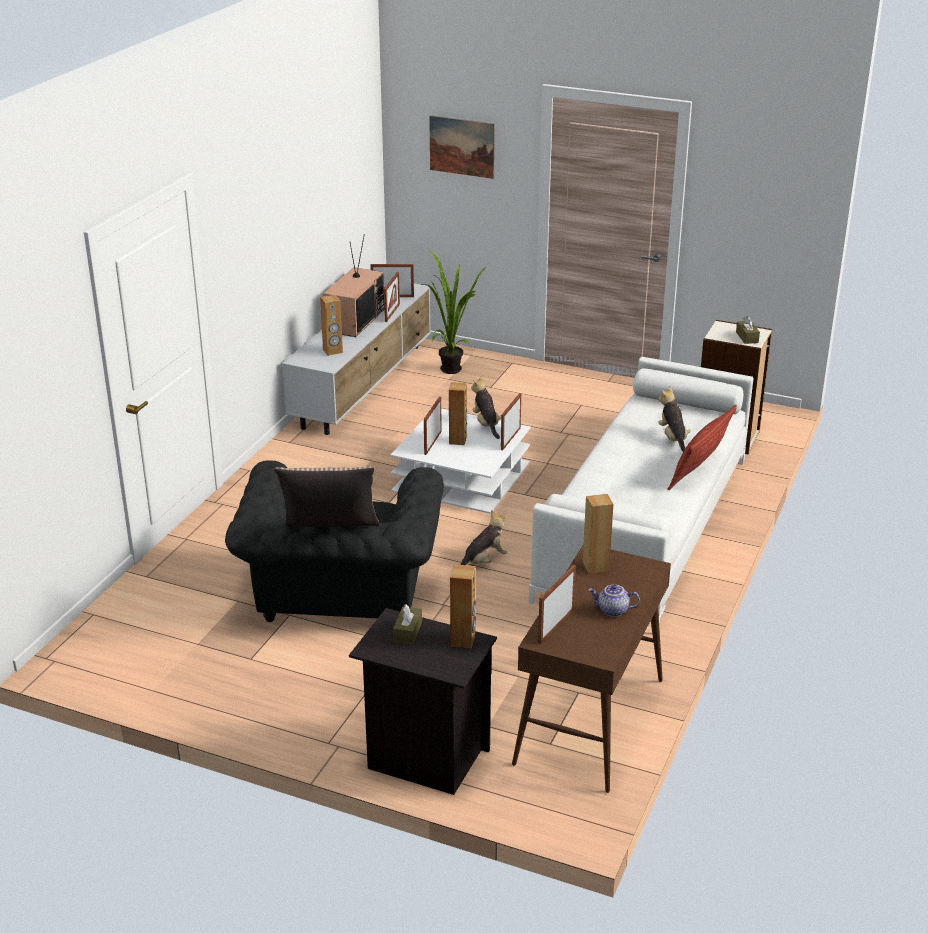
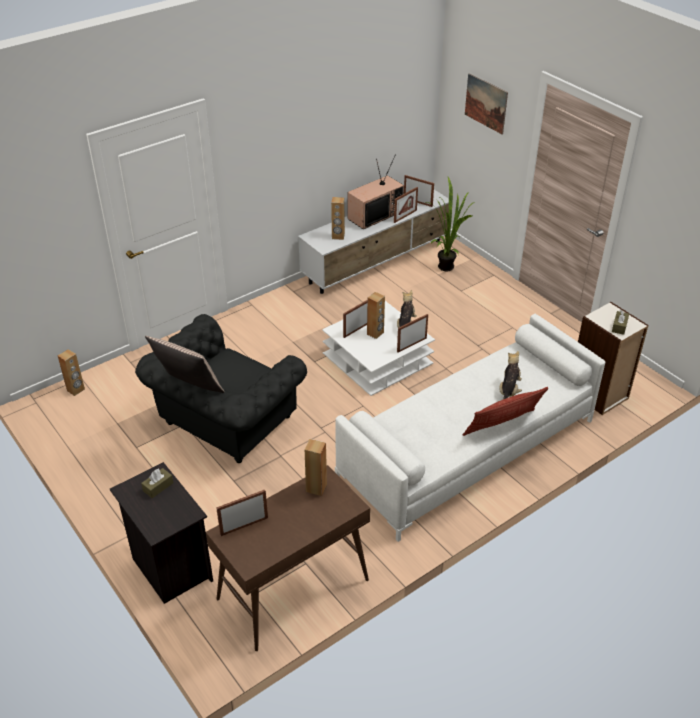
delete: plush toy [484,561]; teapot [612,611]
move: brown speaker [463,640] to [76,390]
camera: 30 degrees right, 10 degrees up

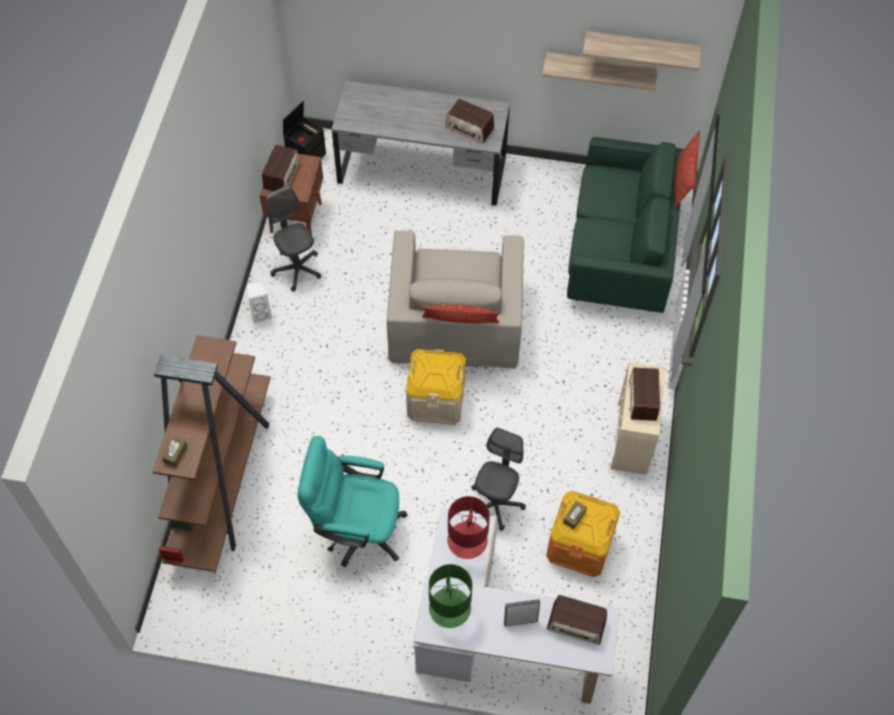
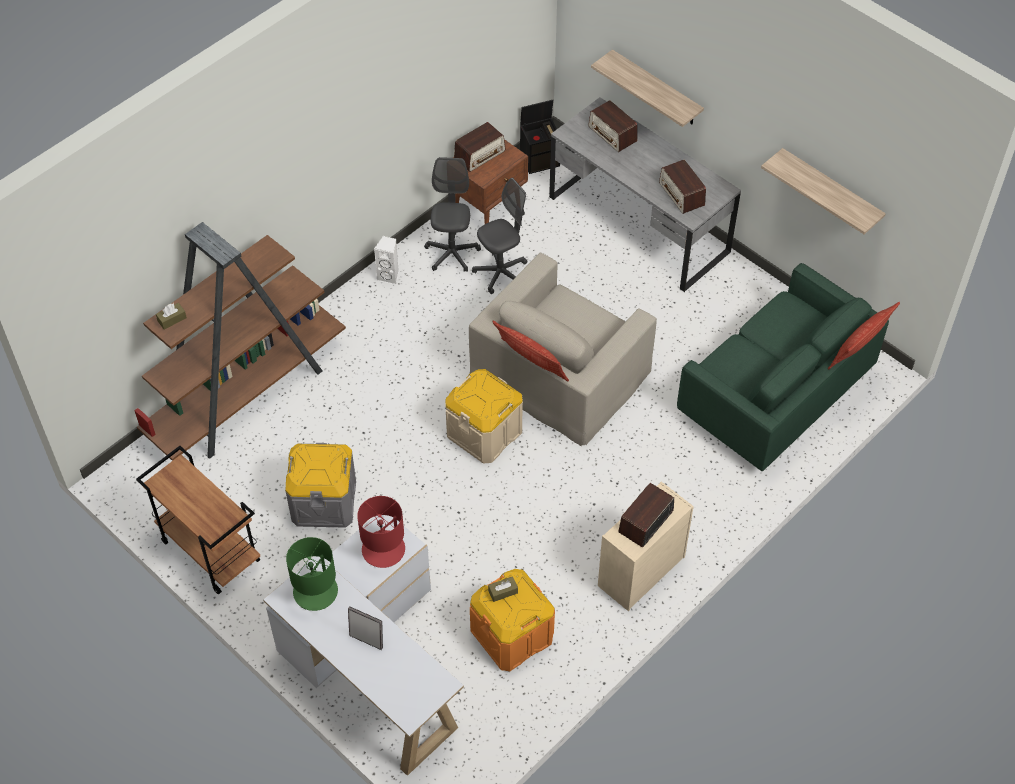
insert: brown cart [209,551]
move: grey office chair [495,504] to [501,274]; radio [576,624] to [612,134]; shelf [641,48] to [656,89]
replace: turquoise office chair [356,529] to grey storage box [324,501]
camera: 35 degrees right, 5 degrees down

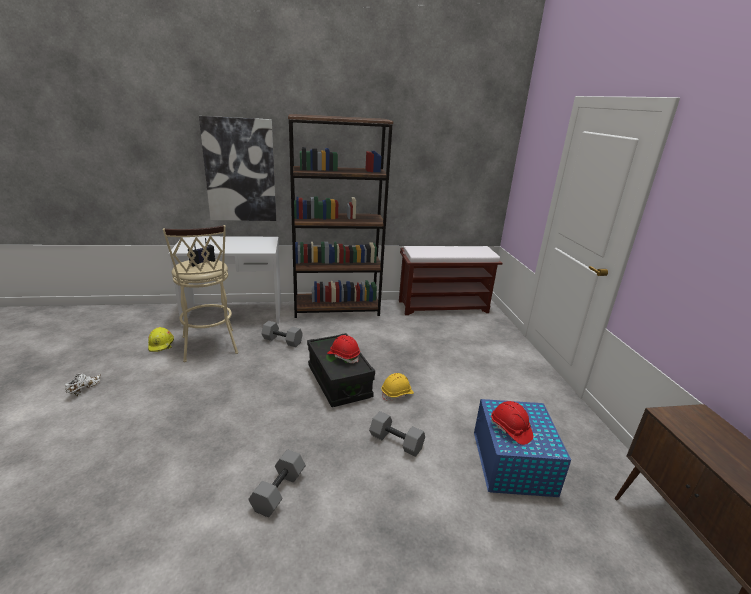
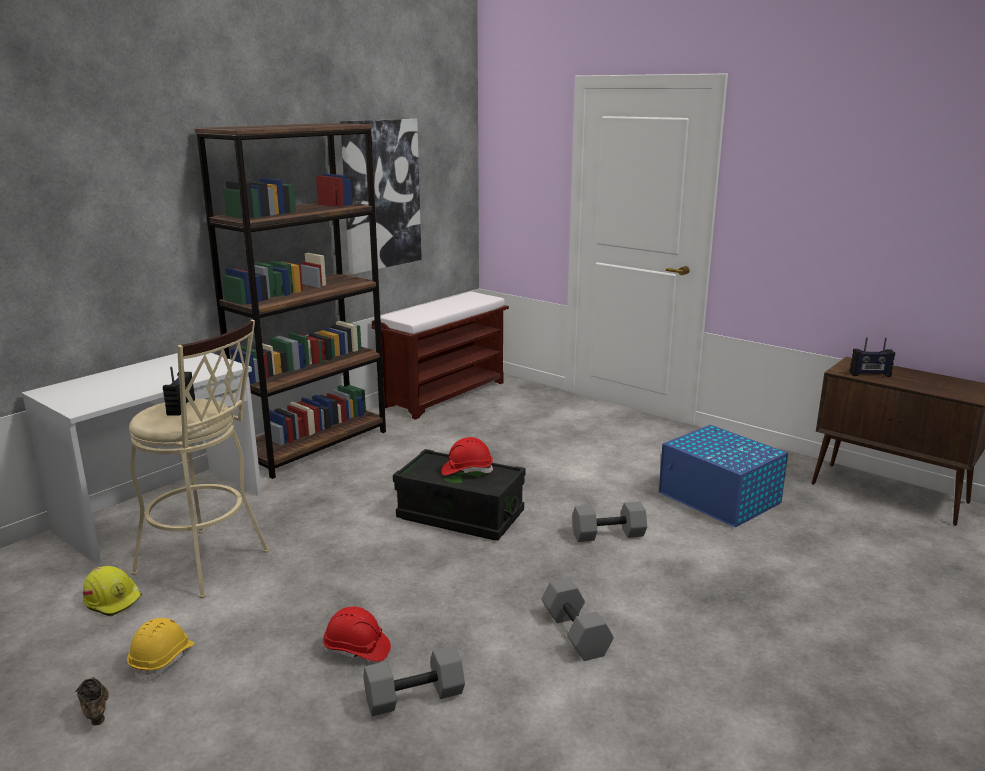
insert: radio [870,375]
move: picture [240,170] to [381,195]; grey dumbbell [283,340] to [415,696]; yellow hard hat [397,394] to [163,660]; red hard hat [510,430] to [357,649]
recolor: white shoe [84,390] to brown shoe [96,711]
camera: 40 degrees left, 5 degrees down

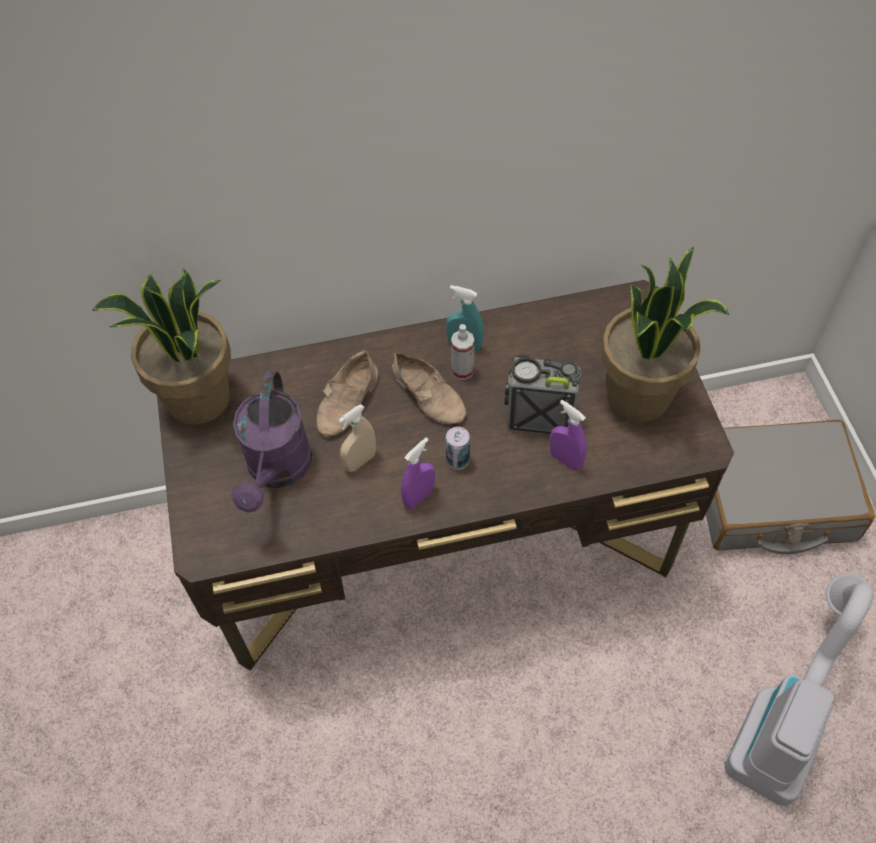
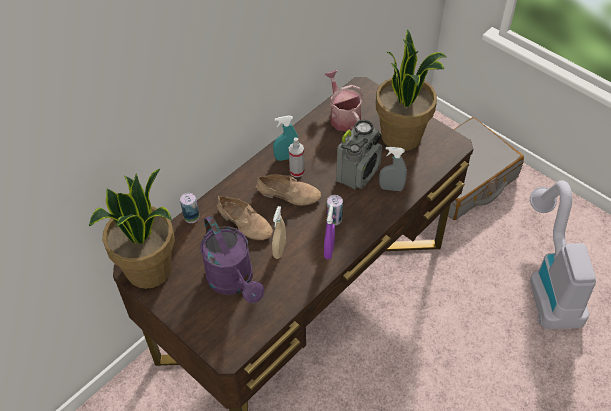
insert: can [191,217]; watering can [343,116]
recolor: purple spray bottle [565,460] to grey spray bottle [391,188]
rotate: beige shoe [349,402] = [245,222] 45 degrees counterclockwise; radio [539,416] = [358,173] 150 degrees clockwise
camera: 35 degrees left, 5 degrees down

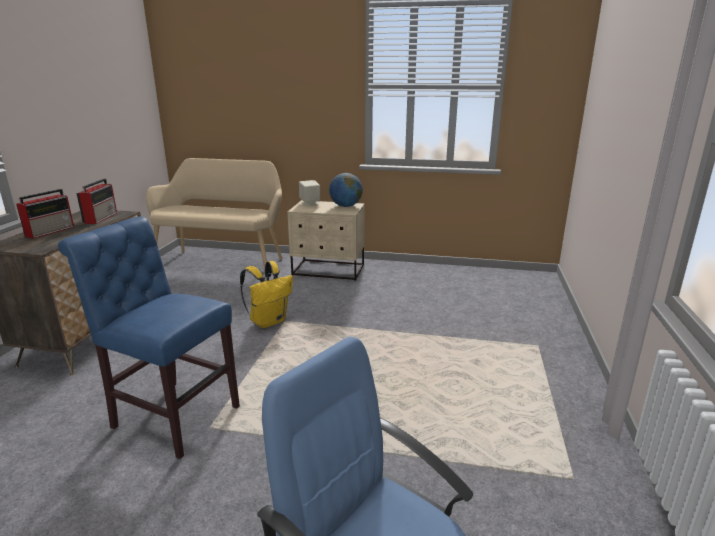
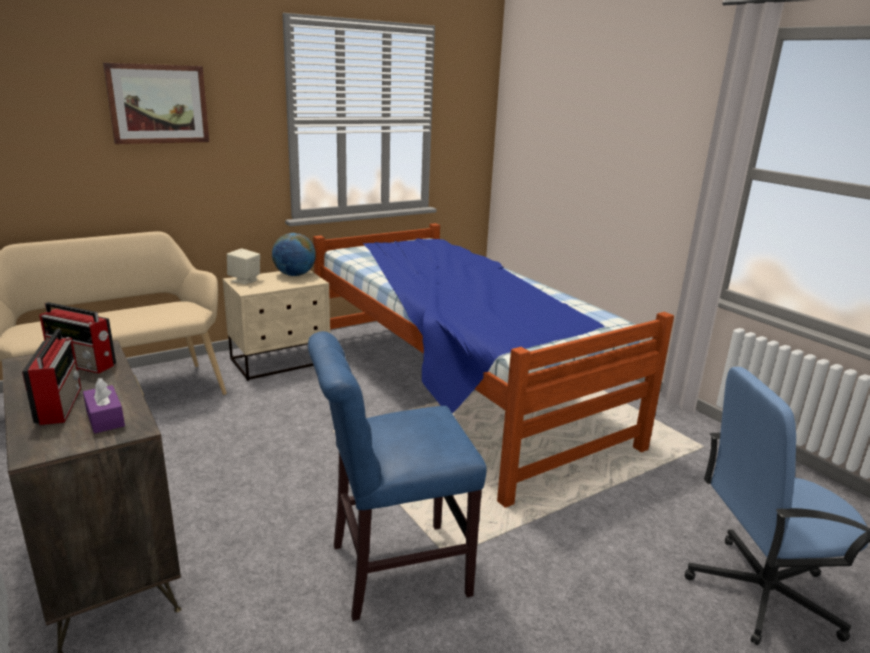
delete: yellow backpack [268,321]
insert: purple tissue box [105,418]; picture [158,104]; bed [457,389]
rotate: radio [101,218] = [83,363] 150 degrees clockwise
camera: 45 degrees left, 0 degrees up

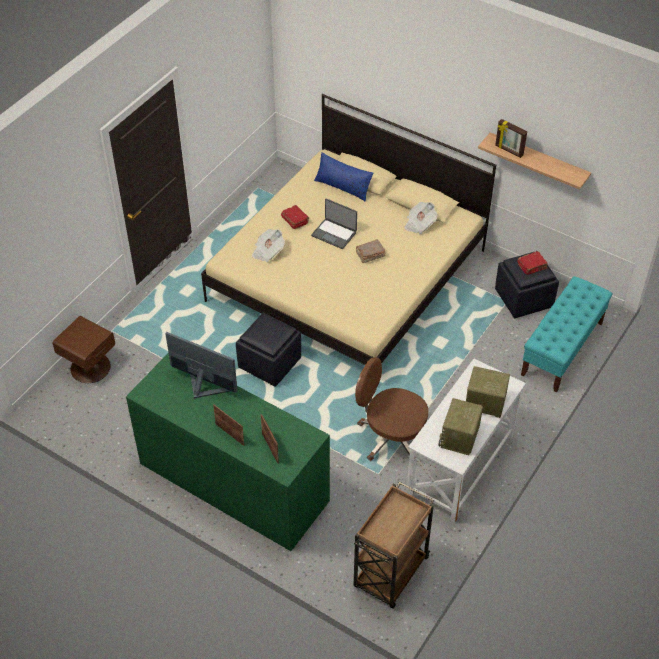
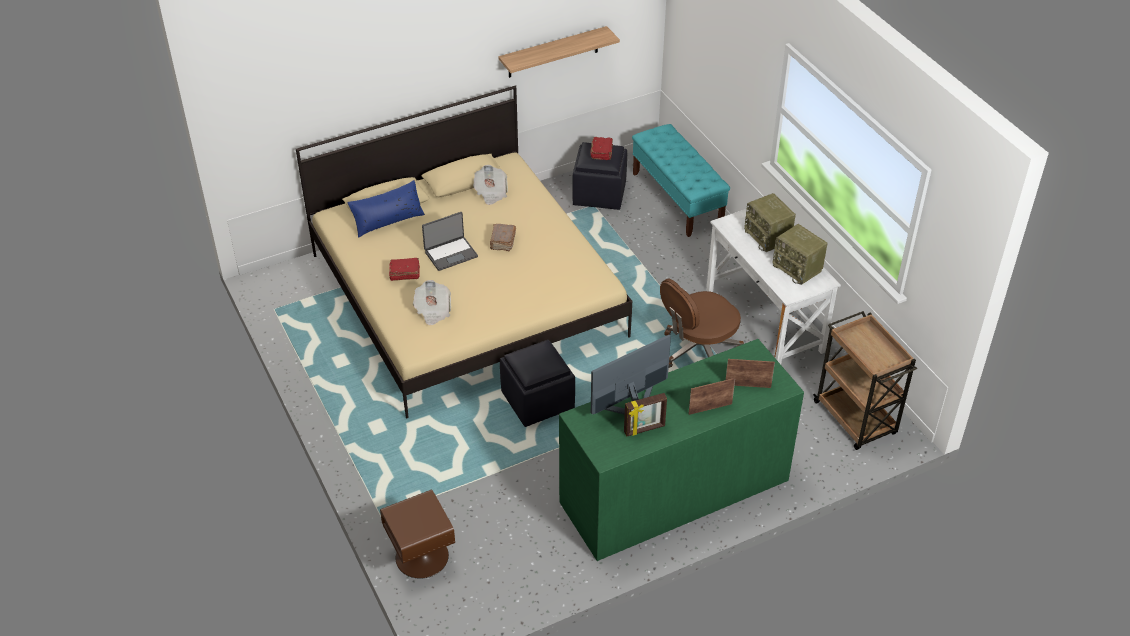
move: picture frame [508,151] to [644,429]
rotate: radio [484,403] = [768,237] 75 degrees counterclockwise
camera: 60 degrees left, 5 degrees down

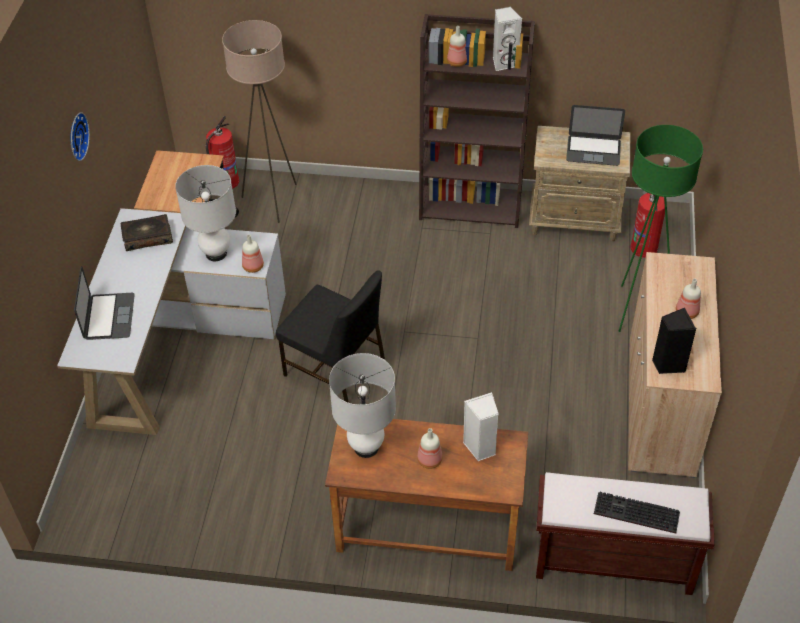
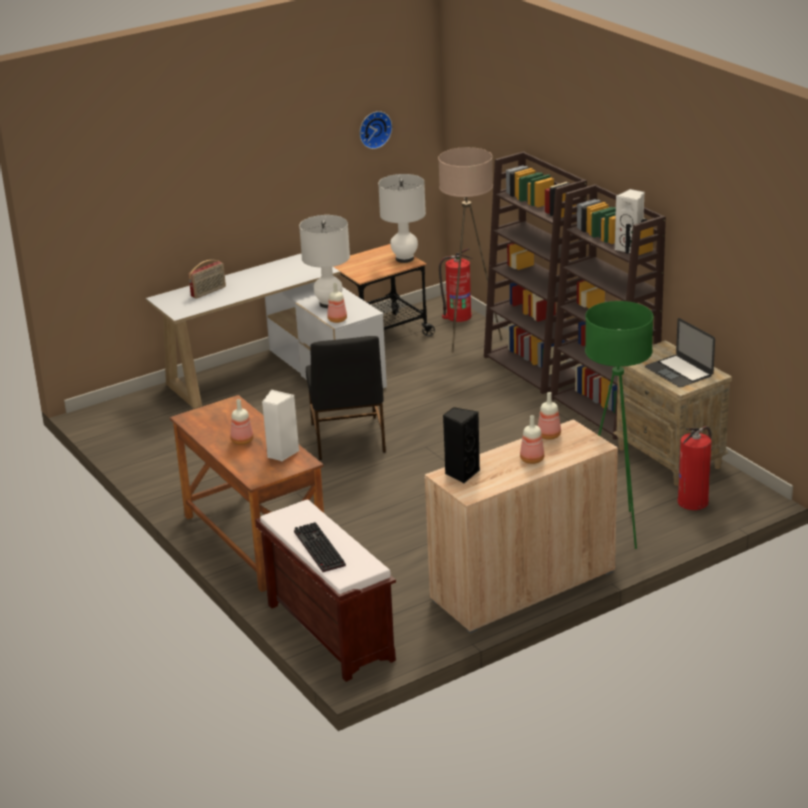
delete: book [147,237]
insert: brown bookcase [535,368]
move: wall clock [76,136] to [374,129]; white table lamp [366,447] to [404,259]; bottle [457,62] to [549,436]
replace: laptop [109,316] to radio [208,292]
camera: 50 degrees right, 20 degrees down

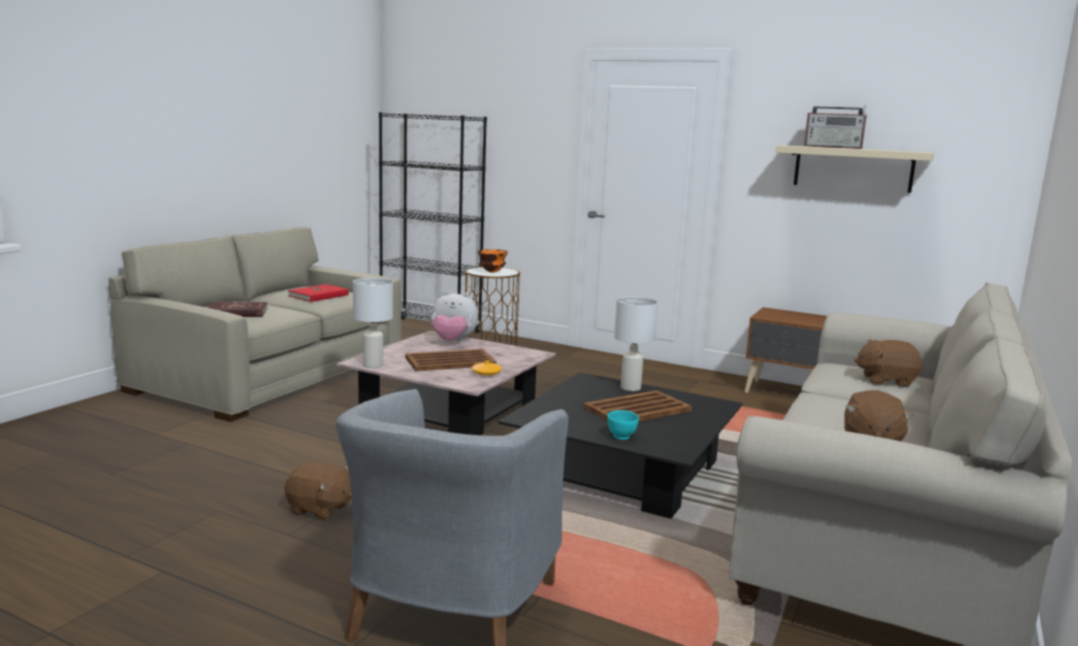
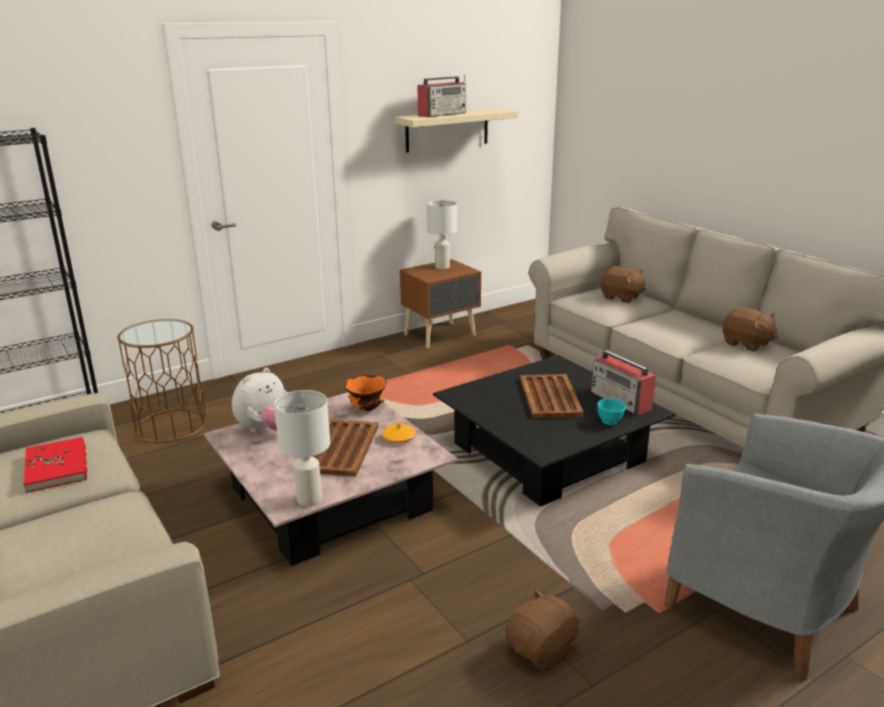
delete: red book [237,312]
insert: radio [621,400]
move: orange bowl [492,272] to [366,409]; white table lamp [630,388] to [442,267]
rotate: brown plush toy [885,381] = [621,297] 90 degrees counterclockwise
camera: 60 degrees left, 10 degrees up

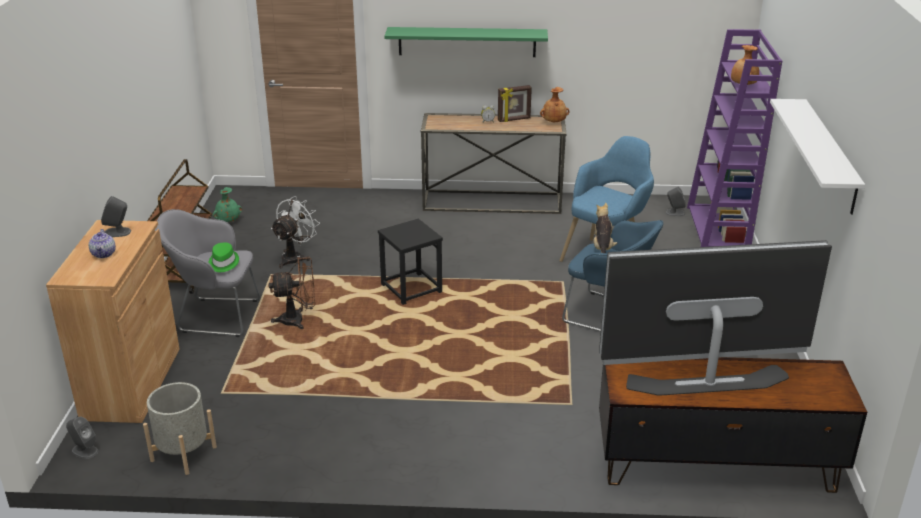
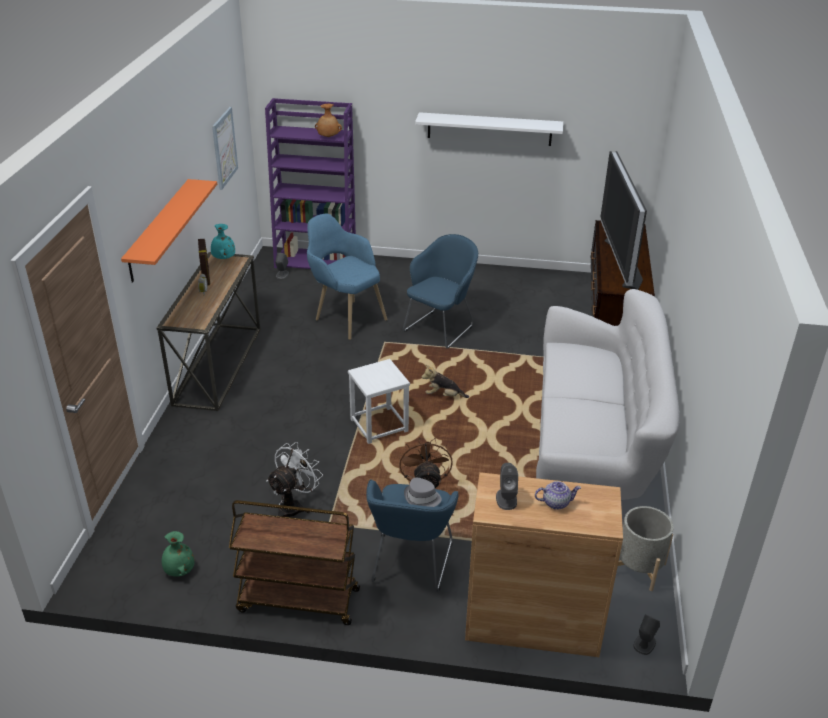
insert: picture [224,148]; white sofa [593,445]
move: plush toy [602,248] to [443,396]
recolor: grey armchair [215,316] to blue armchair [410,565]; green hat [223,263] to grey hat [422,498]; black stool [411,289] to white stool [379,426]; green shelf [467,42] to orange shelf [159,230]; brown vase [553,122] to turquoise vase [223,258]
rotate: white fan [295,257] = [294,506] 90 degrees clockwise
camera: 85 degrees left, 5 degrees up

